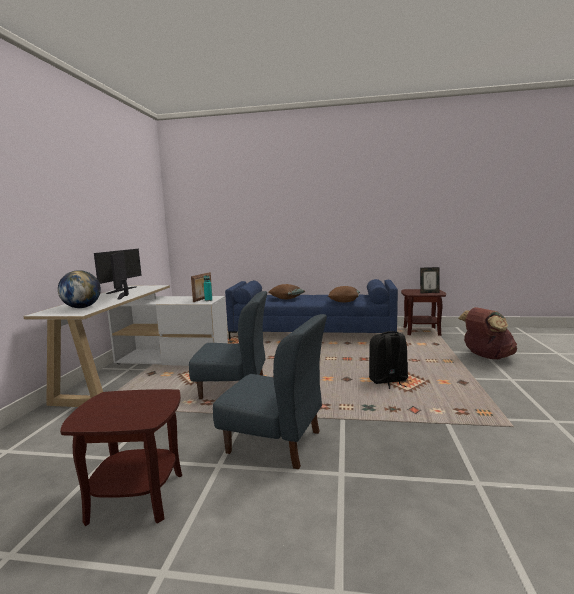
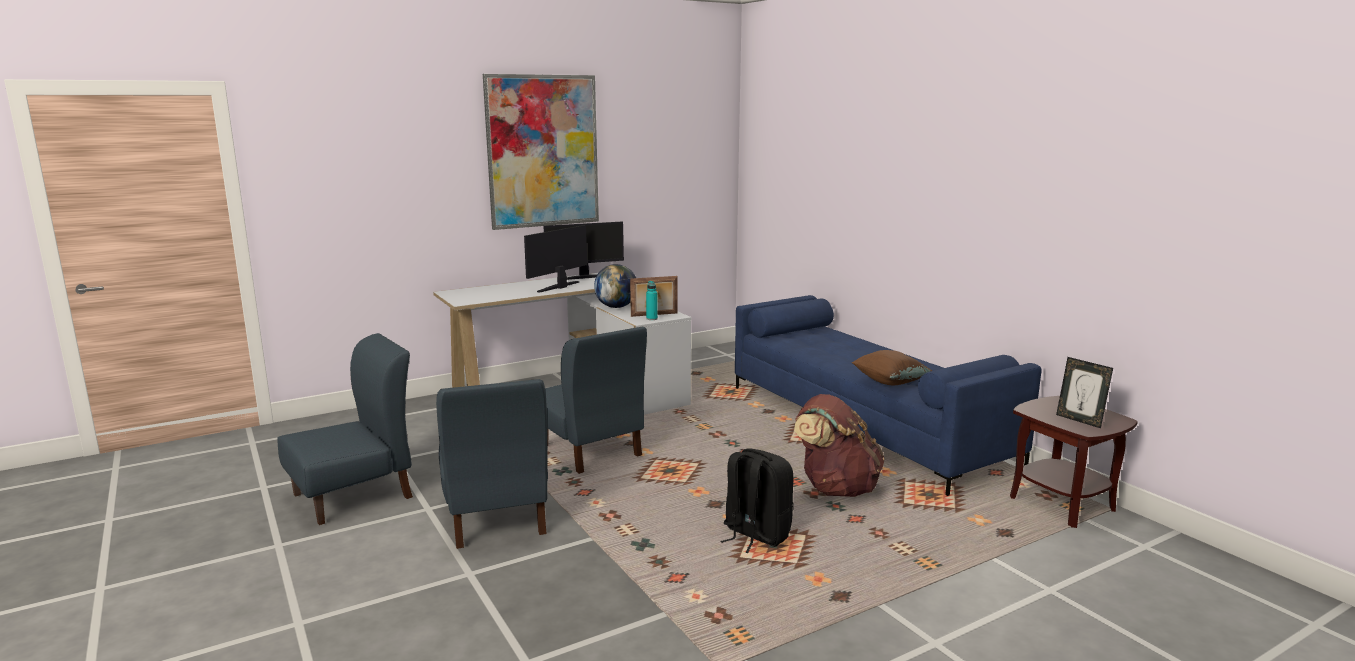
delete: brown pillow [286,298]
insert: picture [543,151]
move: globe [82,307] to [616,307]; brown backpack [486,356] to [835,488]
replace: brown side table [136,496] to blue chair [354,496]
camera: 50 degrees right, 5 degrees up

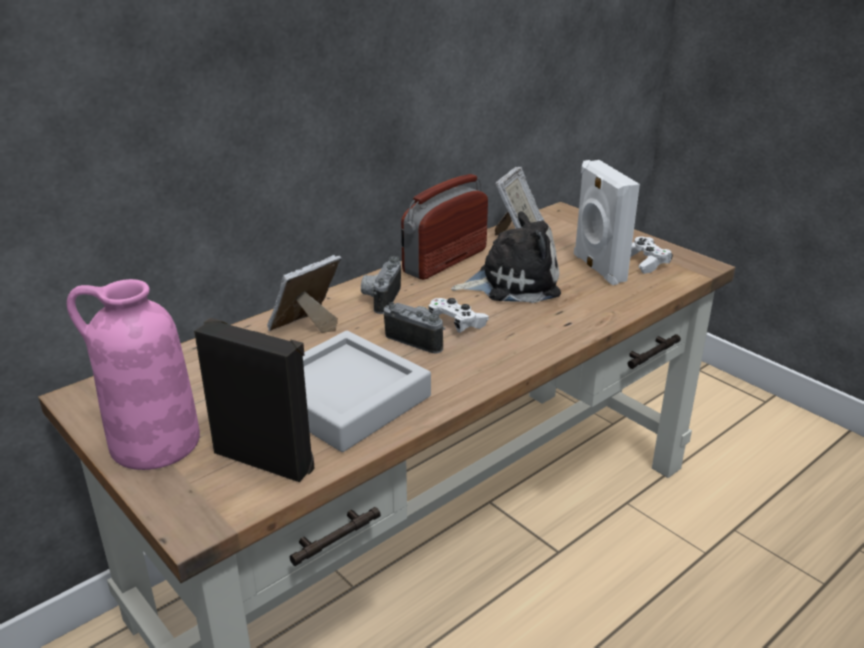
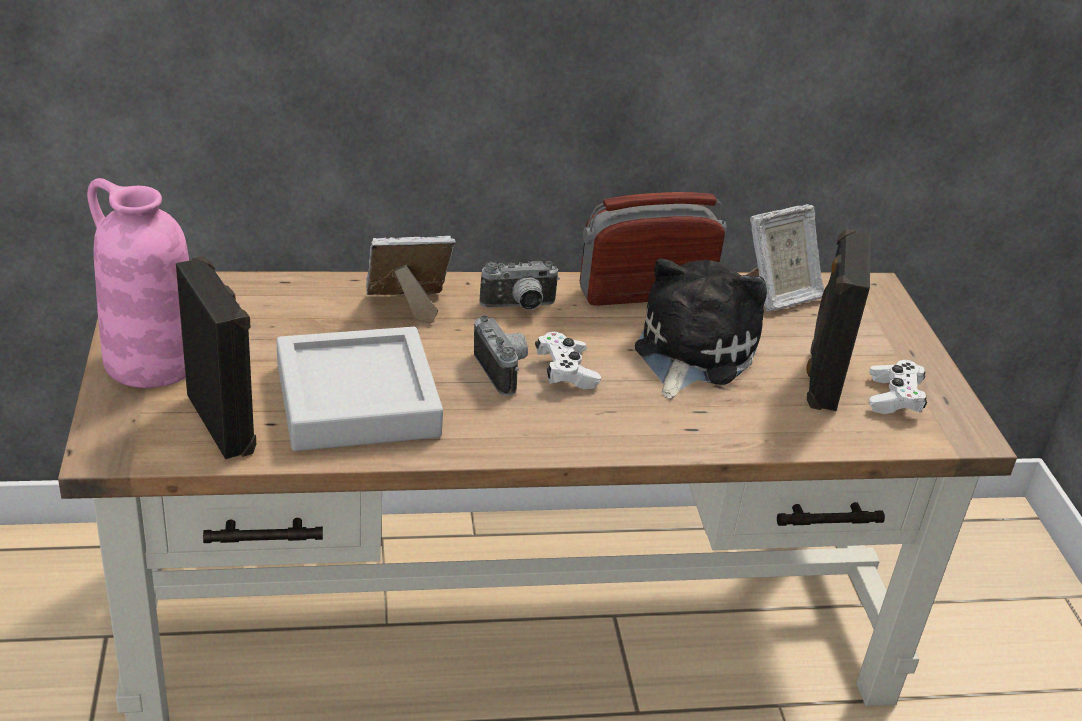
recolor: white speaker [597,268] to black speaker [820,379]
rotate: photo camera [380,298] = [519,307] 150 degrees counterclockwise; plush toy [512,283] = [690,352] 90 degrees counterclockwise
camera: 30 degrees right, 5 degrees up

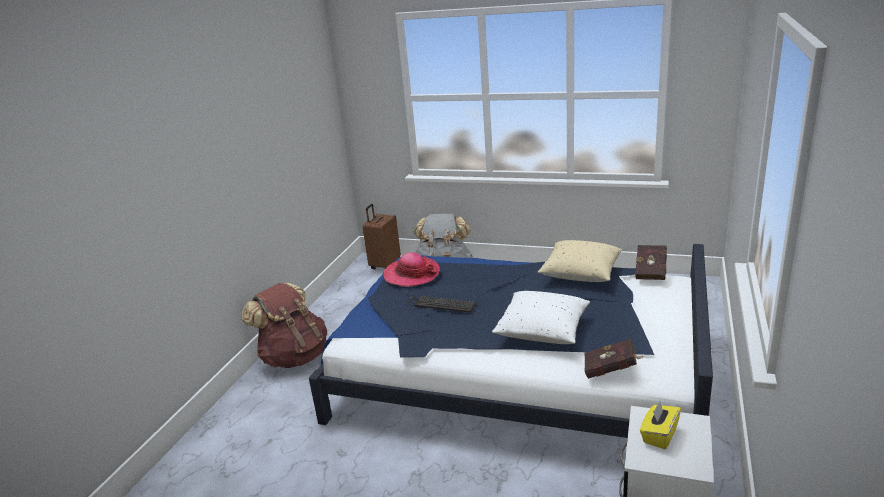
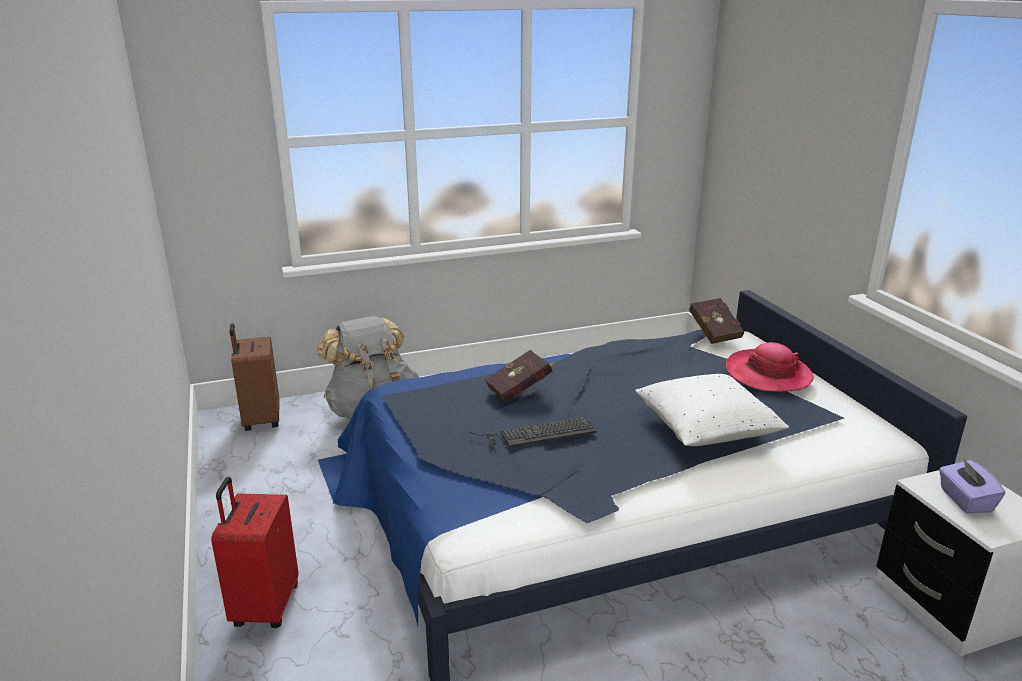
delete: beige pillow [580,274]
move: hat [411,274] to [768,374]; red book [612,371] to [521,390]
replace: brown backpack [294,357] to red suitcase [264,607]
recolor: yellow tissue box [659,435] to purple tissue box [964,500]
camera: 40 degrees left, 0 degrees up

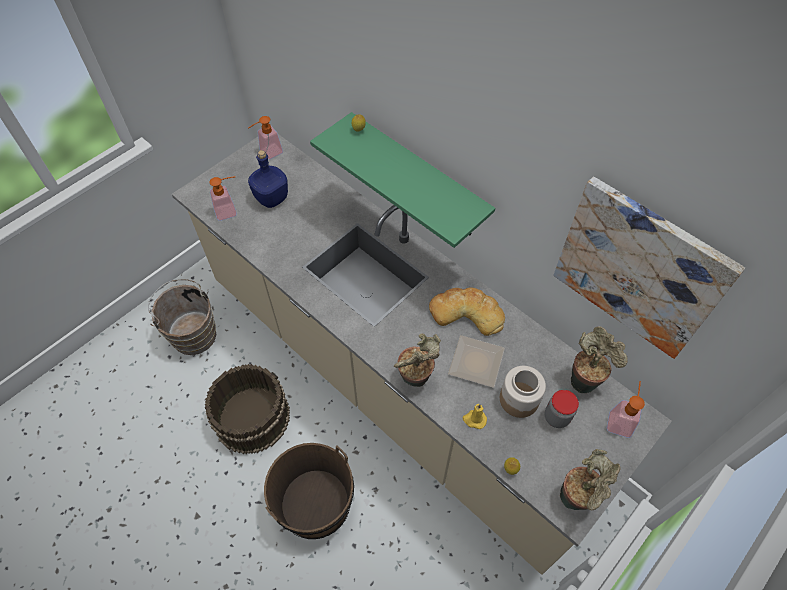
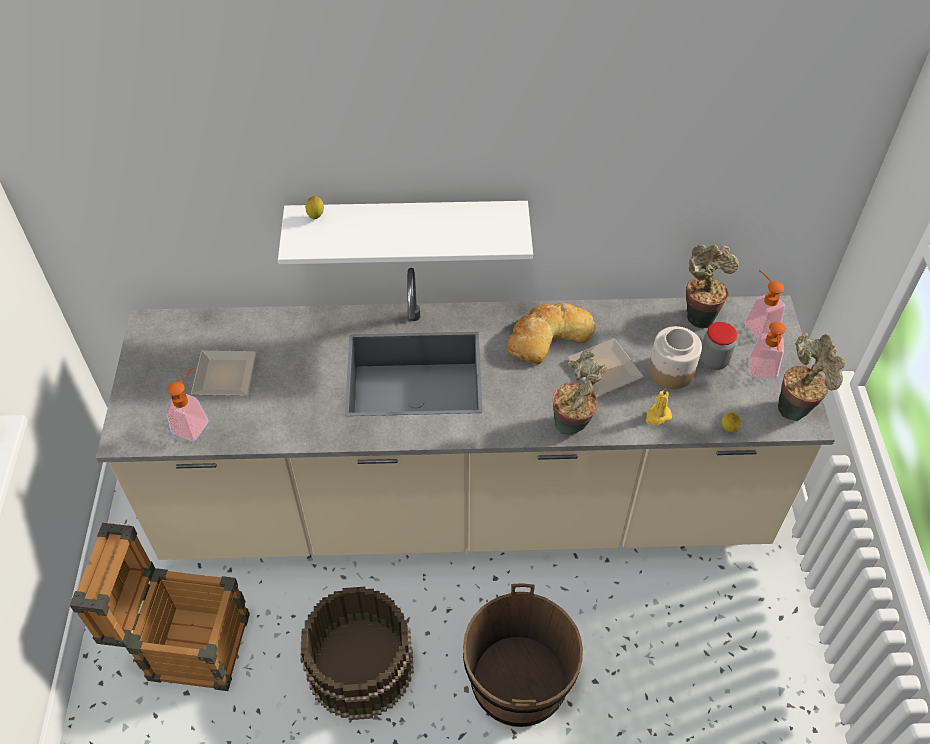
delete: picture [639,268]
move: soap dispenser [267,153] to [762,373]
replace: brown bucket [193,333] to crate [186,644]; blue bottle [271,199] to plate [226,377]
recolor: green shelf [418,177] to white shelf [407,230]
camera: 45 degrees left, 5 degrees down

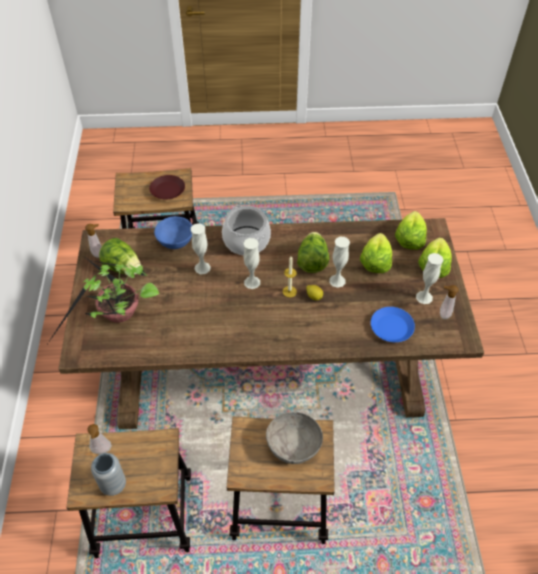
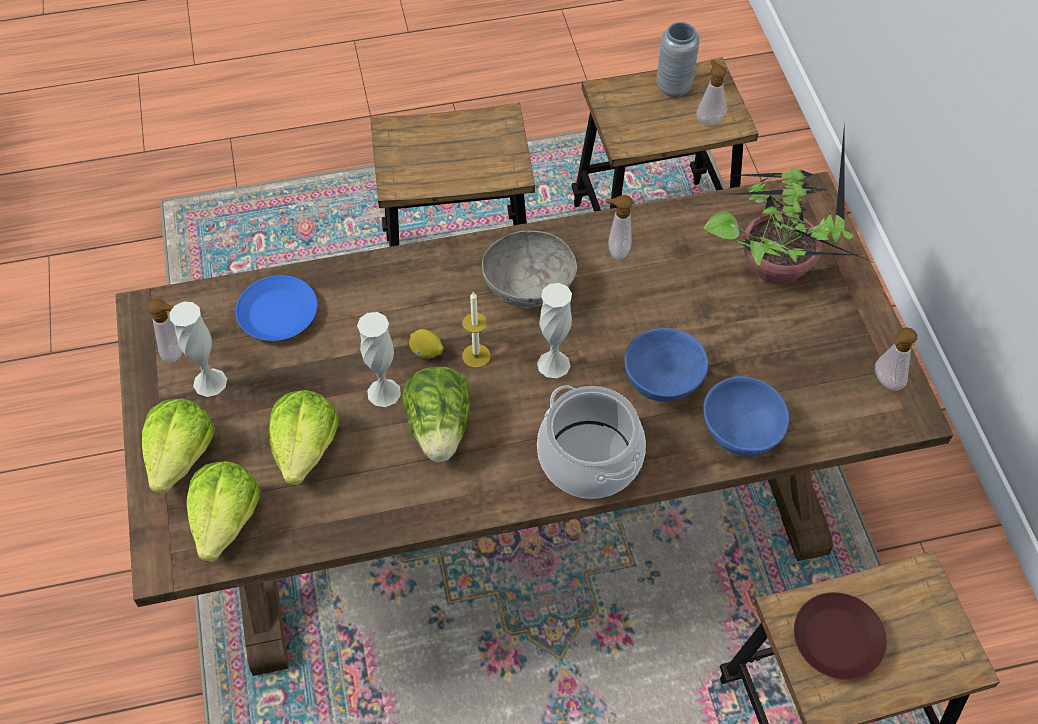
delete: lettuce [123,268]
insert: soap dispenser [616,251]
move: grey bowl [293,445] to [529,285]
replace: white vase [202,268] to blue bowl [661,381]
camera: 170 degrees right, 5 degrees up

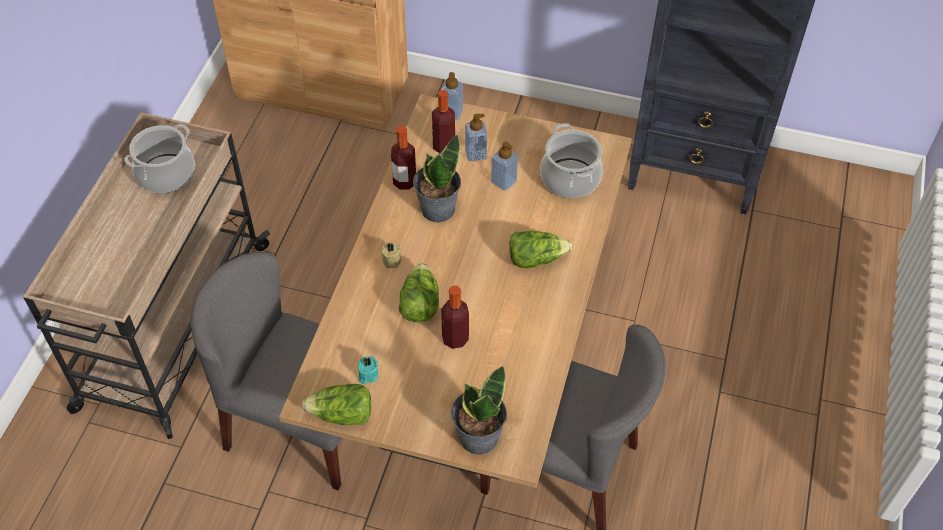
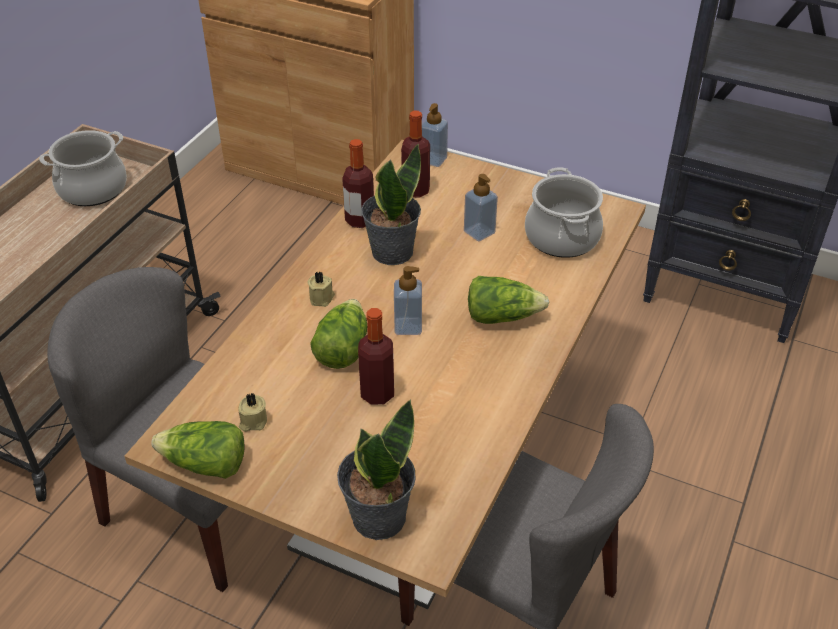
move: soap dispenser [475,154] to [408,326]
recolor: turquoise candle [367,375] to beige candle [253,421]
camera: 10 degrees right, 10 degrees down

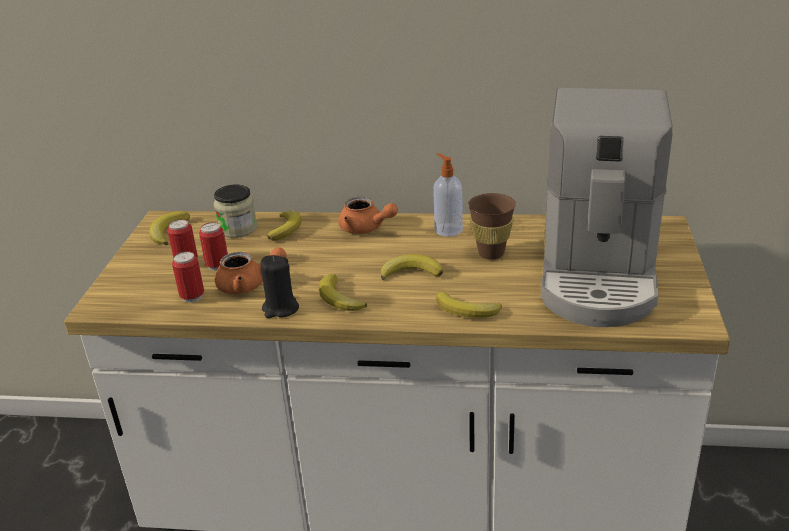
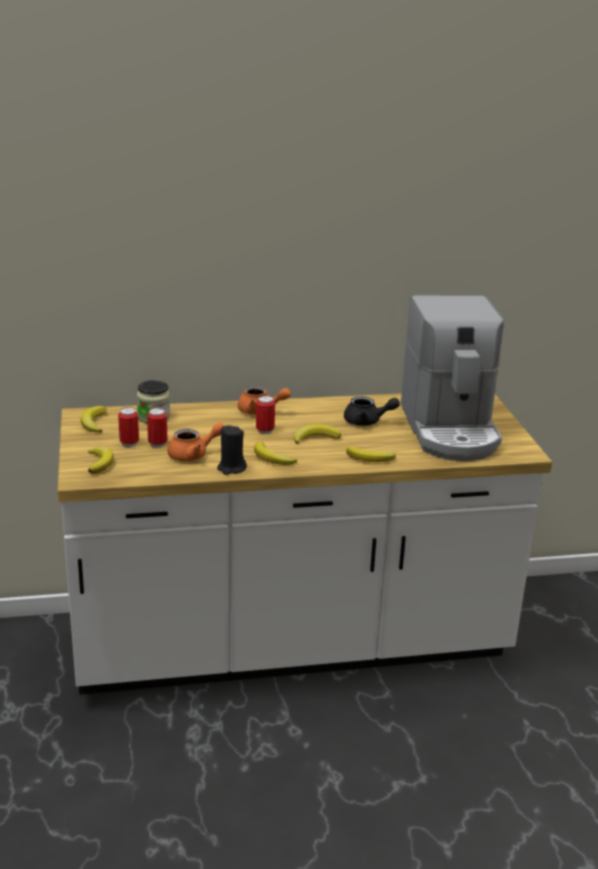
delete: soap dispenser [447,229]
move: can [192,297] to [265,430]; banana [286,228] to [100,463]
replace: brown cup [491,253] to black teapot [367,421]
camera: 20 degrees left, 5 degrees down

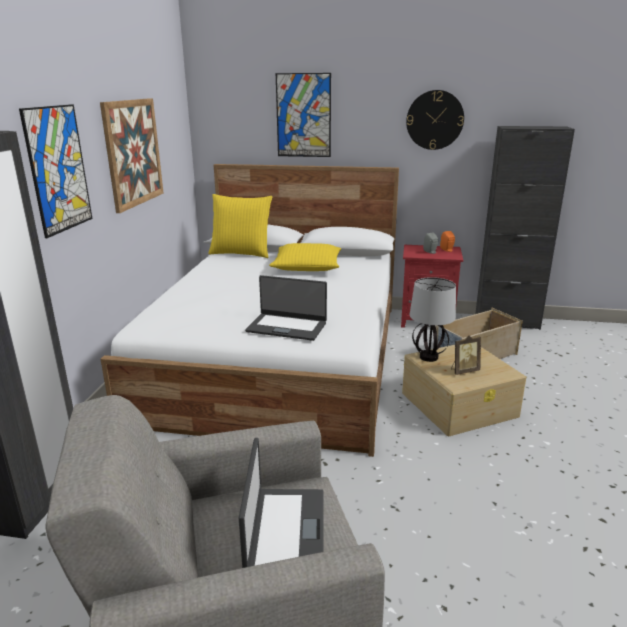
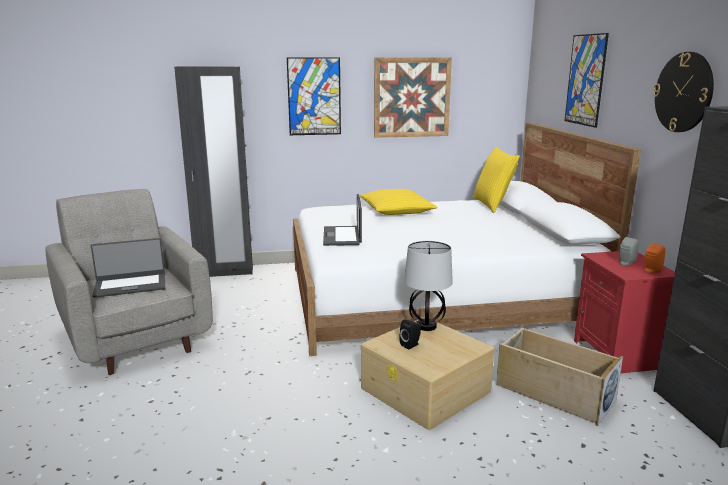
move: yellow pillow [307,266] to [396,211]
replace: picture frame [464,371] to black speaker [411,345]
camera: 70 degrees right, 5 degrees down

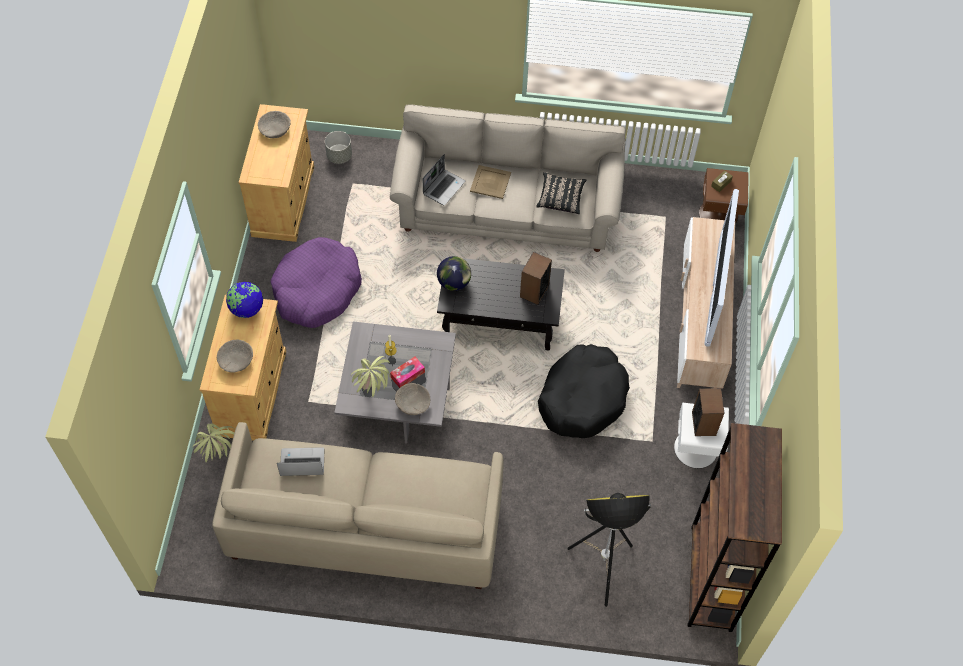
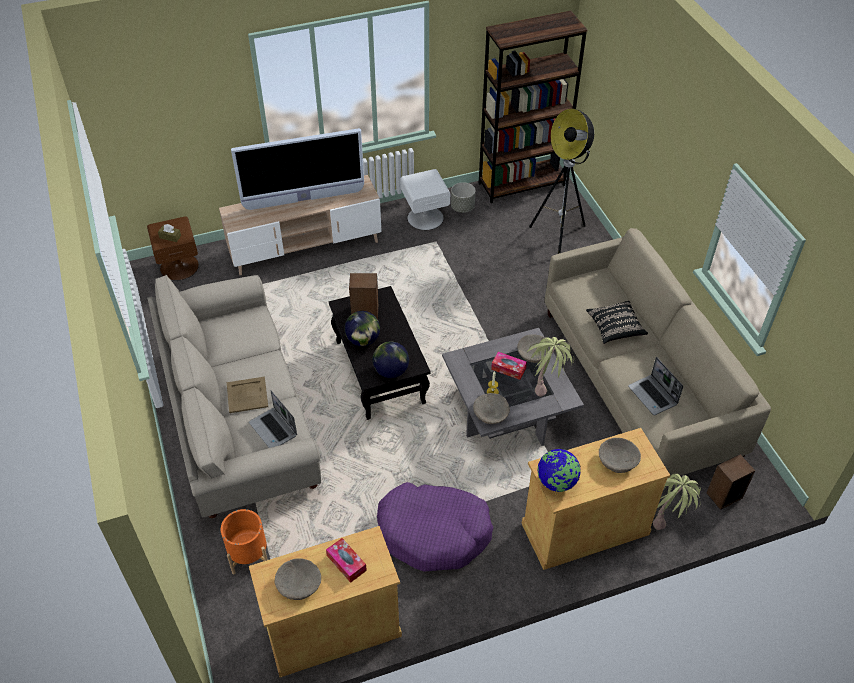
delete: black dog bed [582,398]
insert: orange planter [249,554]; tissue box [346,563]; globe [363,340]; beige bowl [490,414]
move: grey planter [339,156] to [462,207]; black pillow [560,198] to [615,328]; speaker [704,423] to [724,495]
rotate: laptop [444,187] = [274,429] 135 degrees counterclockwise
camera: 115 degrees left, 10 degrees down

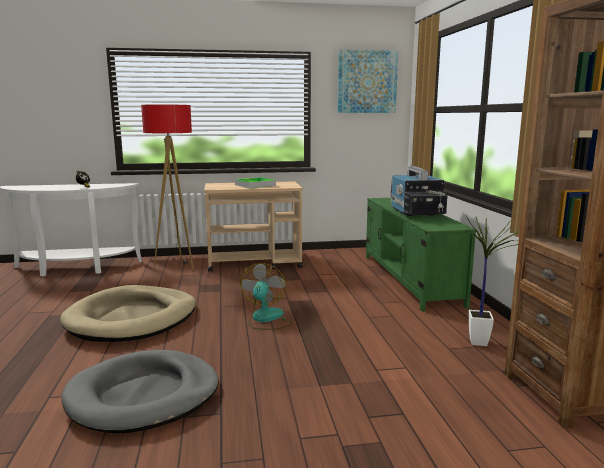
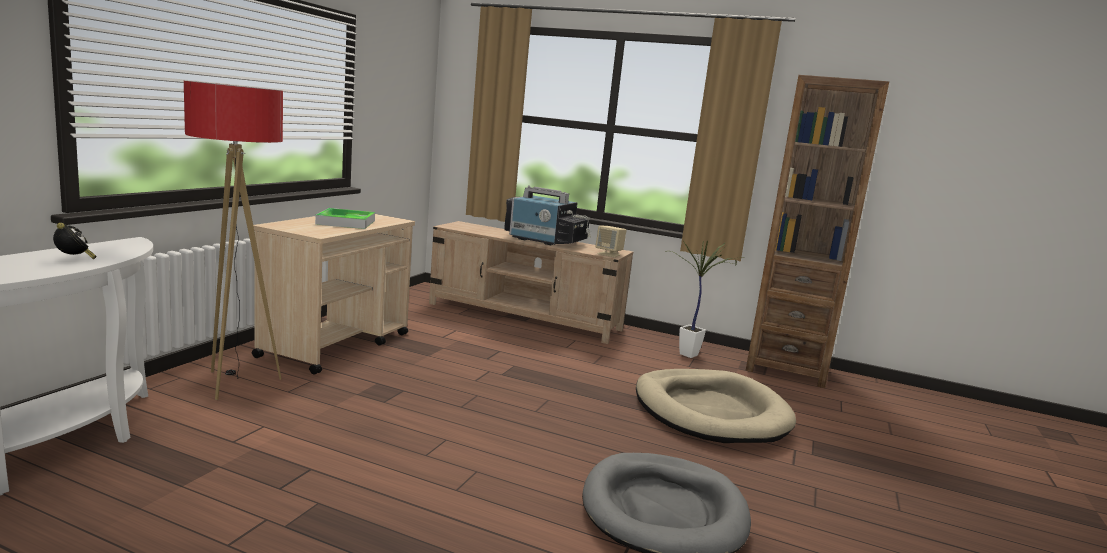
delete: fan [266,319]; picture [367,81]
insert: beige speaker [609,254]
move: beige dog bed [132,318] to [710,411]
recolor: green tv stand [409,279] to beige tv stand [524,317]
camera: 60 degrees left, 0 degrees up

